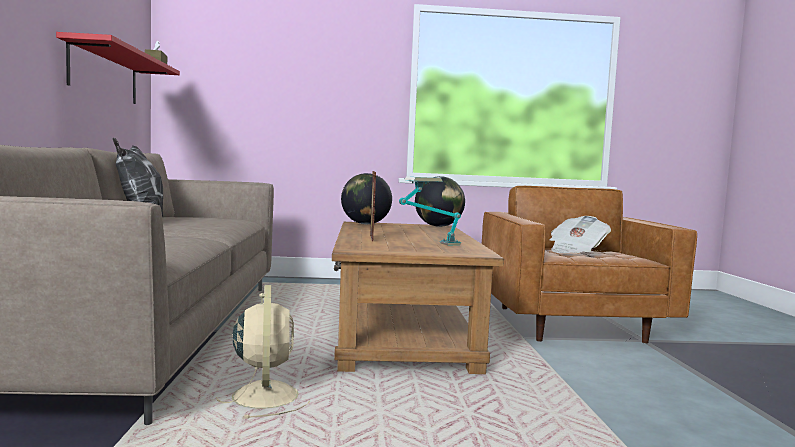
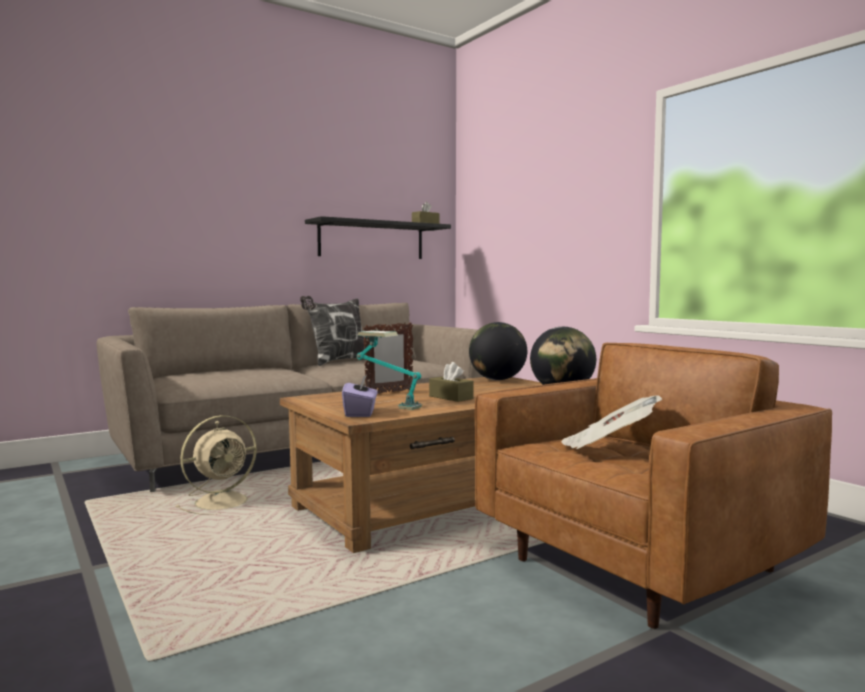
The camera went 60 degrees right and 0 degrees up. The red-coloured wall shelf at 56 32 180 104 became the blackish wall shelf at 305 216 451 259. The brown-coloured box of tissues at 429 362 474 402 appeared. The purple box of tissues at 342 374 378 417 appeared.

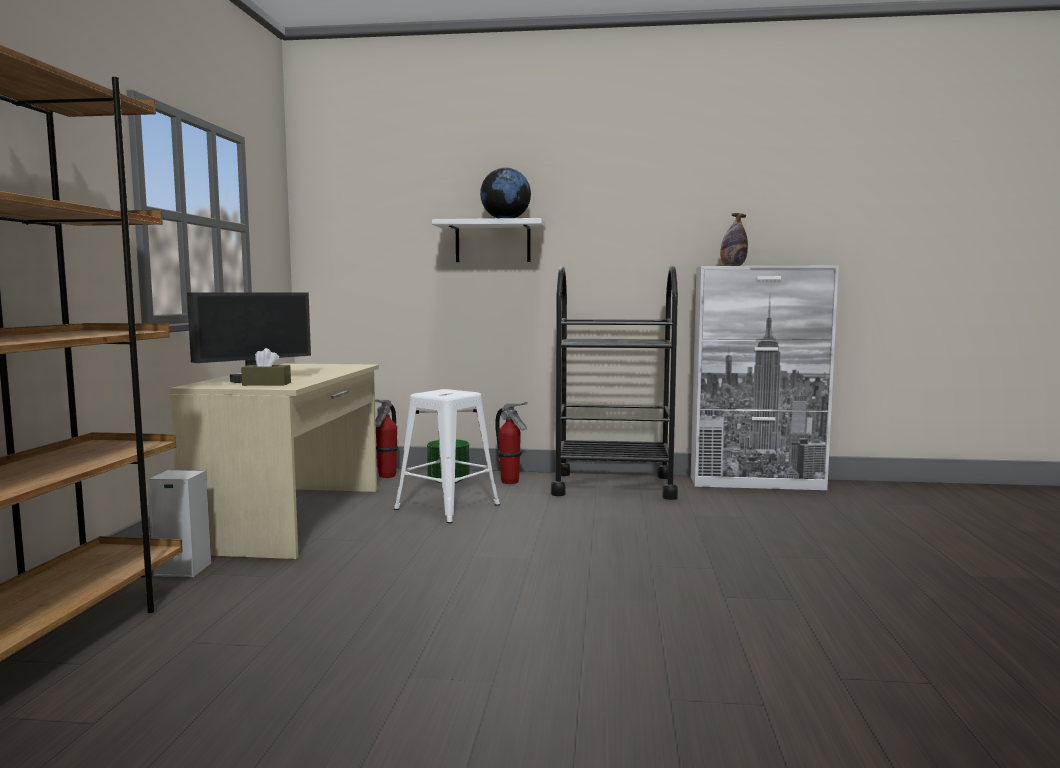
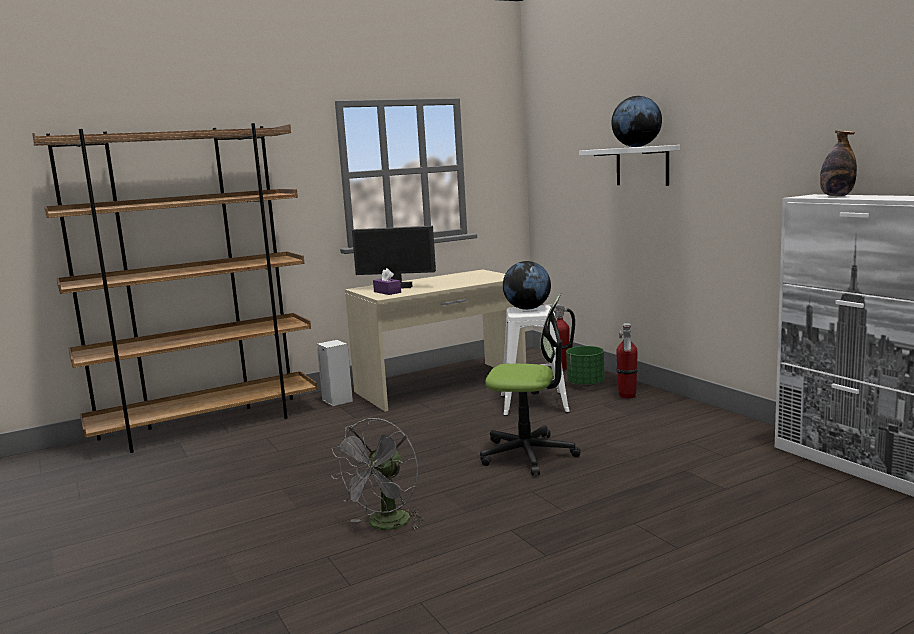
The camera went 55 degrees right and 5 degrees up. The blackish trolley at 551 266 678 500 disappeared. The brown-coloured box of tissues at 241 348 291 386 became the purple box of tissues at 373 268 401 295. The desk globe at 503 261 551 310 appeared. The office chair at 480 293 581 476 appeared. The gray electric fan at 331 418 425 530 appeared.

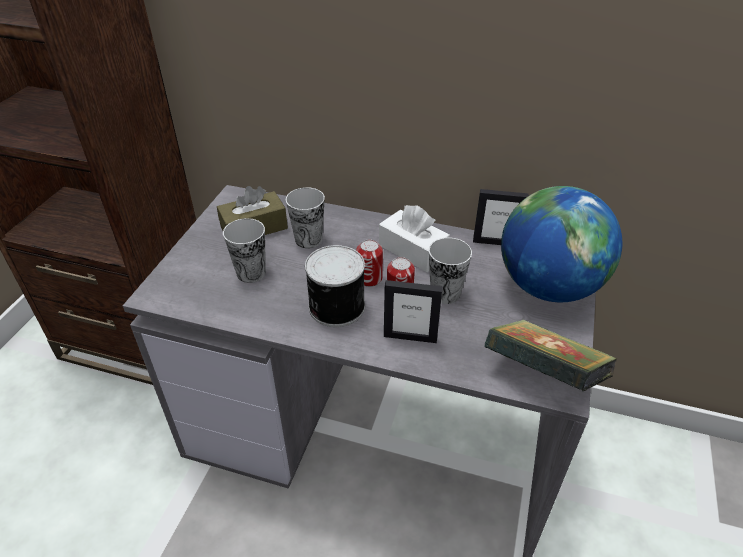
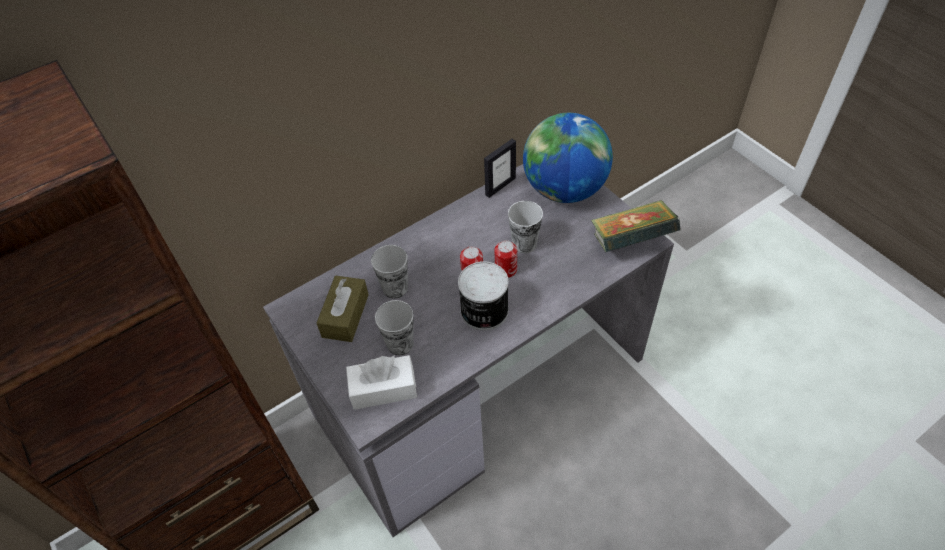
The camera went 50 degrees left and 10 degrees up. The white-coloured box of tissues moved from 379 205 450 272 to 346 355 417 410. The photo frame at 384 280 442 343 disappeared.

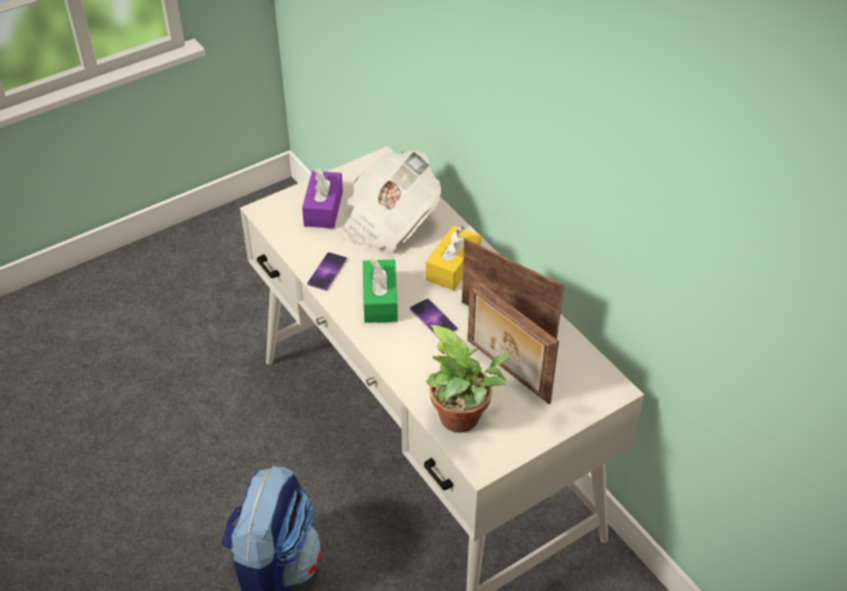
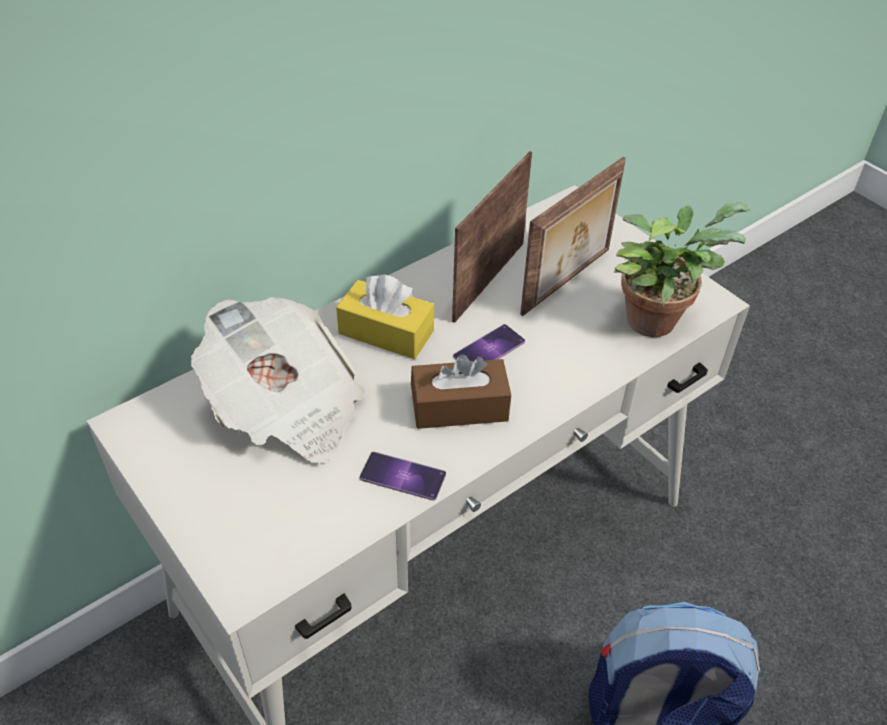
The camera went 95 degrees left and 0 degrees up. The purple box of tissues at 302 168 343 228 disappeared. The green box of tissues at 363 259 398 323 became the brown-coloured box of tissues at 411 354 511 429.

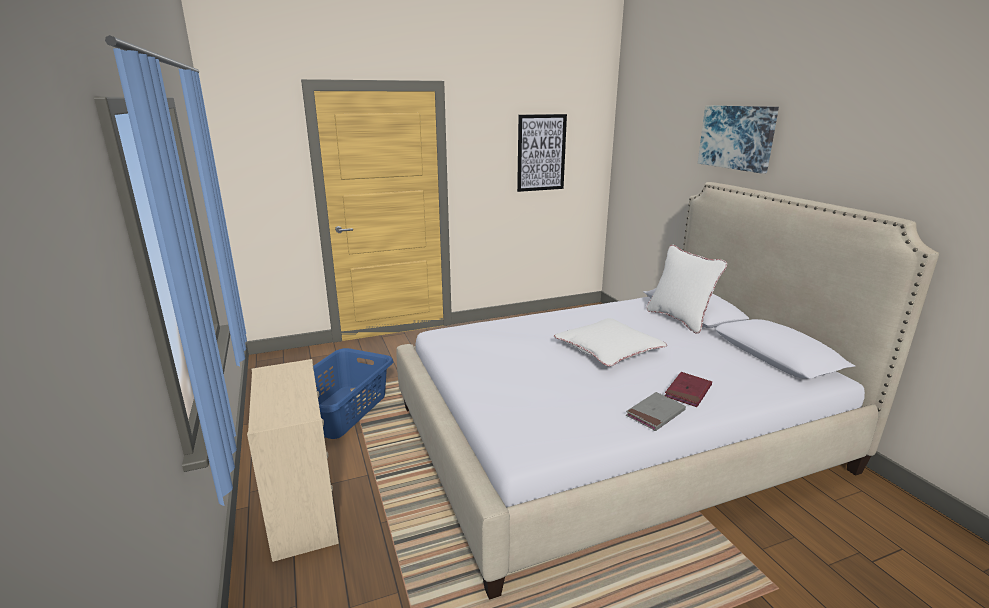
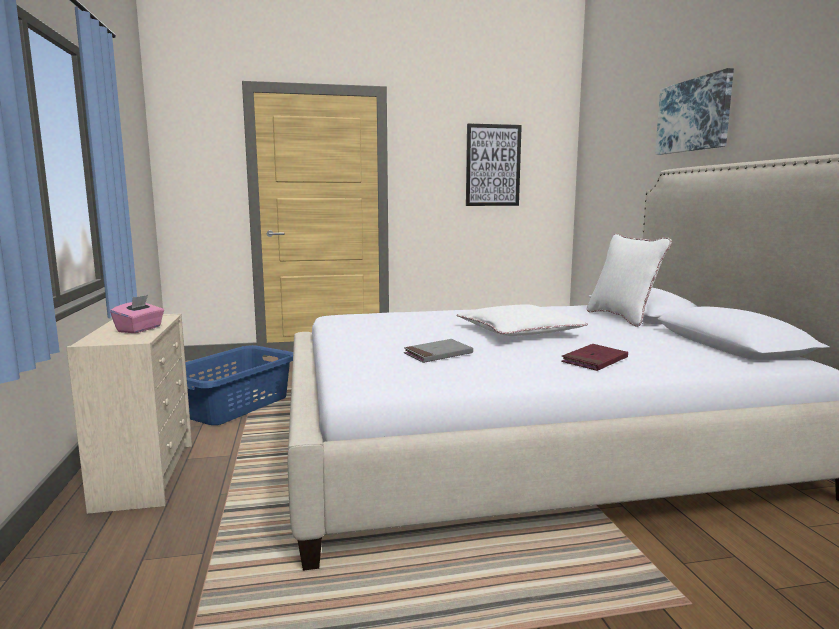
The camera went 10 degrees right and 10 degrees down. The gray bound book moved from 626 392 686 431 to 404 339 473 363. The pink-coloured box of tissues at 110 295 164 333 appeared.

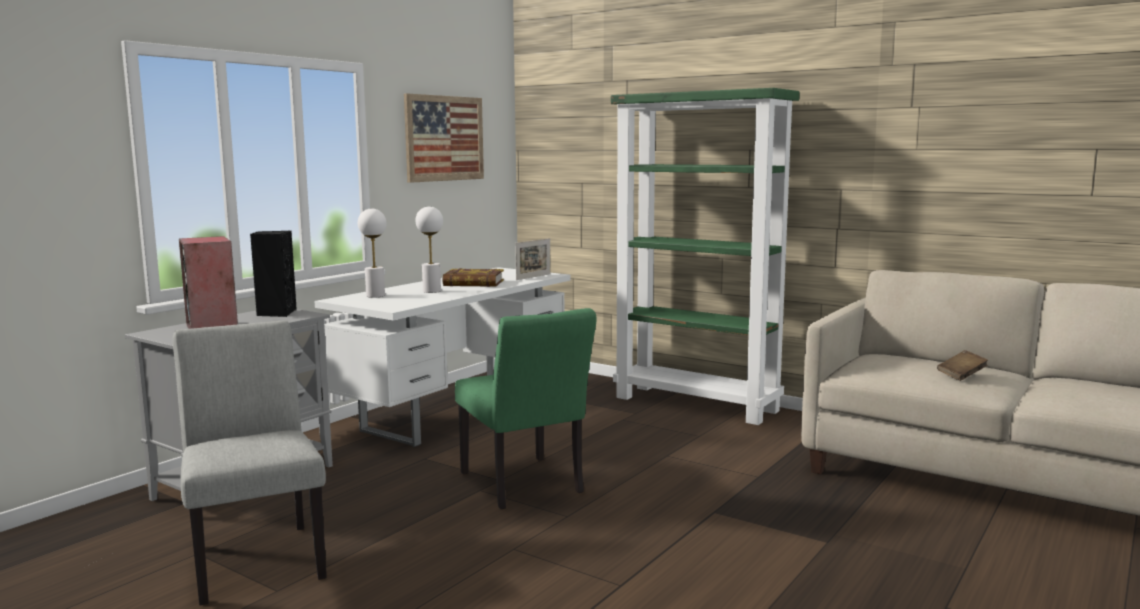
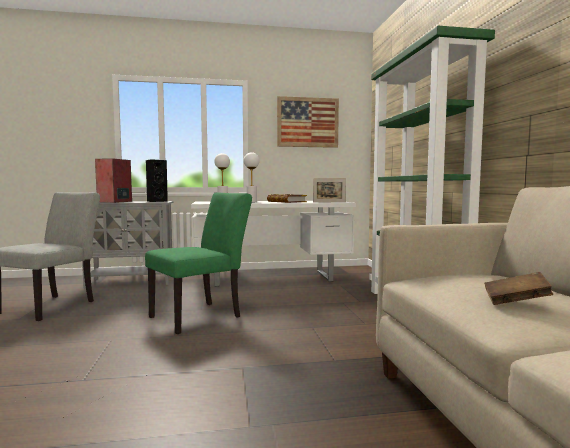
The camera went 45 degrees right and 5 degrees down. The green plain chair at 455 308 597 509 turned 150 degrees counterclockwise.

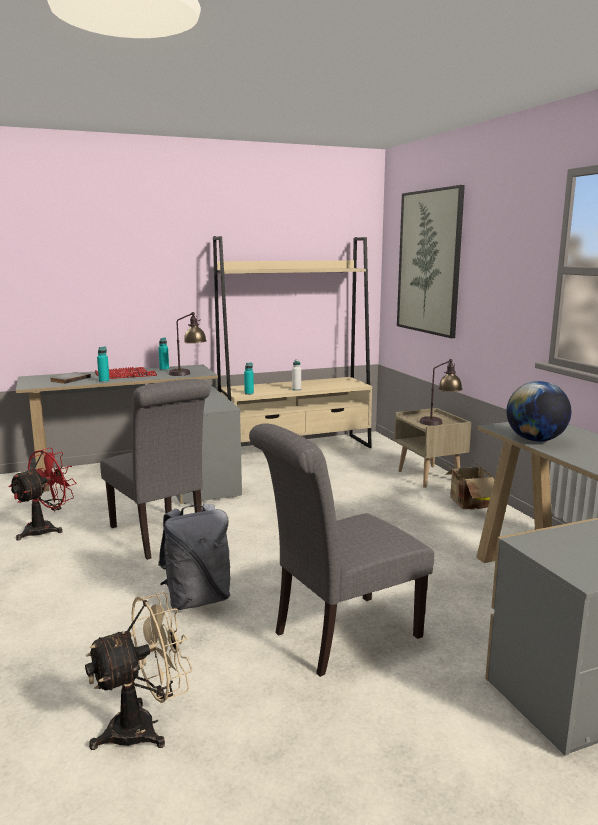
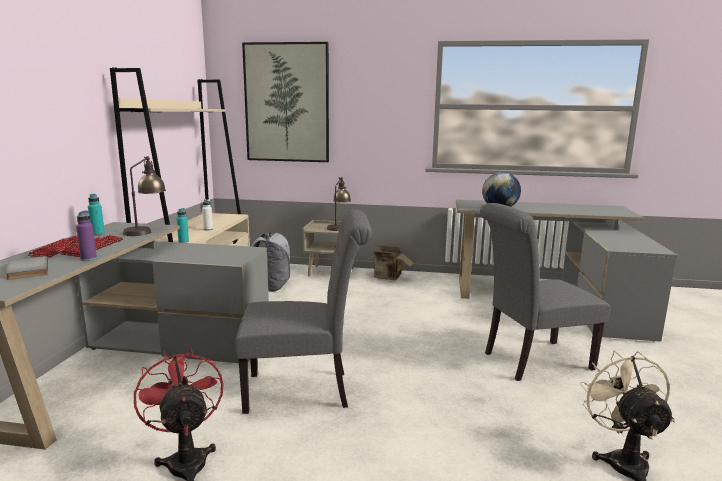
The camera went 60 degrees left and 0 degrees up. The blue-green drink bottle at 97 347 110 382 became the purple drink bottle at 76 210 97 261. The gray plain chair at 249 423 434 677 turned 75 degrees clockwise. The gray knapsack moved from 158 503 231 610 to 251 232 290 292.

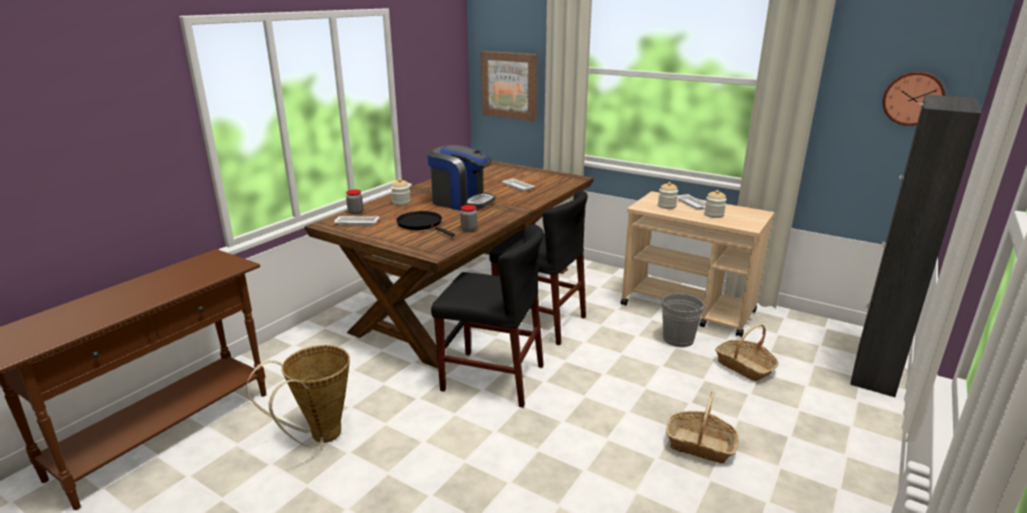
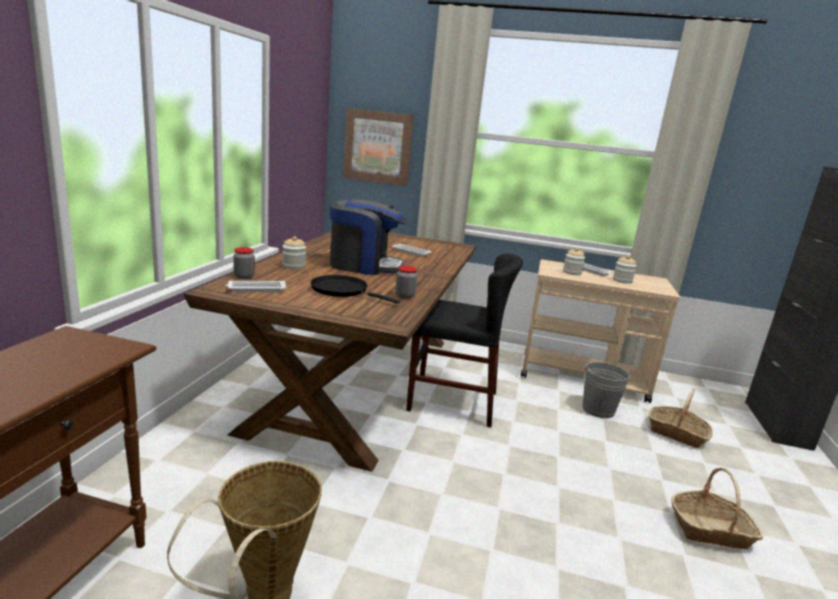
The camera went 20 degrees left and 5 degrees down. The wall clock at 883 72 945 126 disappeared. The blackish plain chair at 431 224 544 408 disappeared.

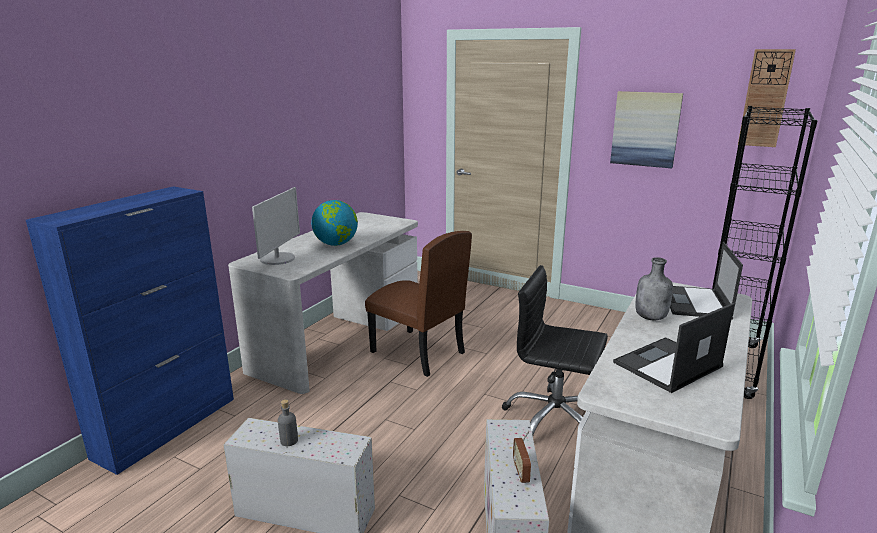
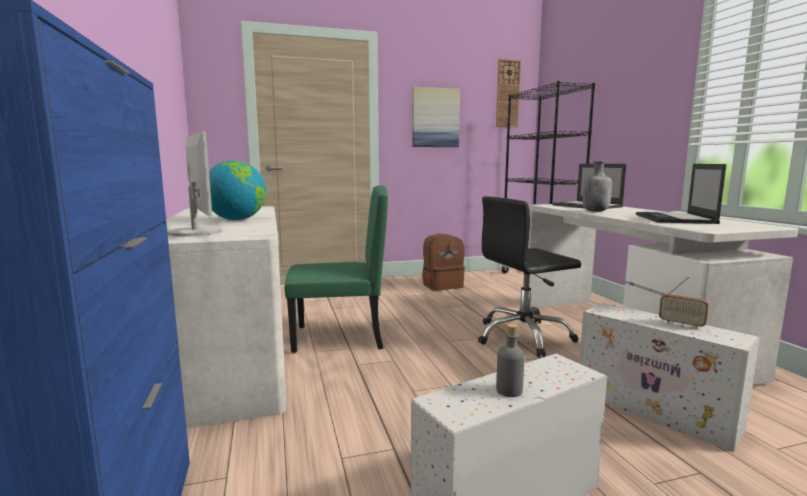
The camera went 45 degrees left and 10 degrees down. The brown-coloured plain chair at 365 231 472 377 became the green plain chair at 284 185 388 353. The brown-coloured knapsack at 422 233 465 291 appeared.

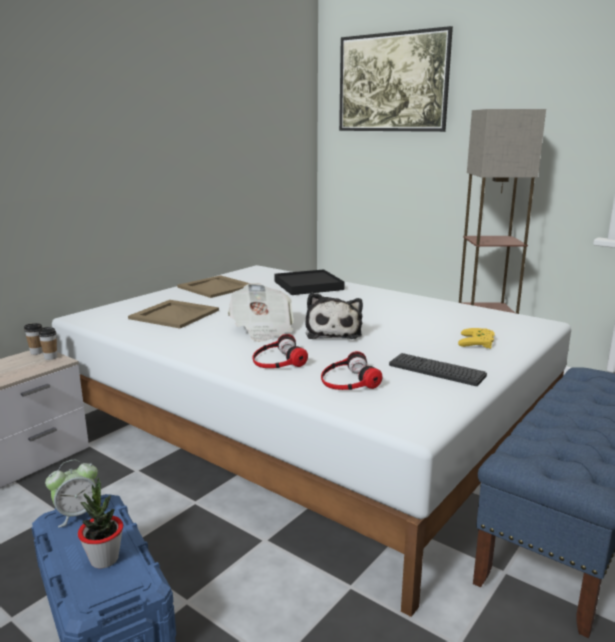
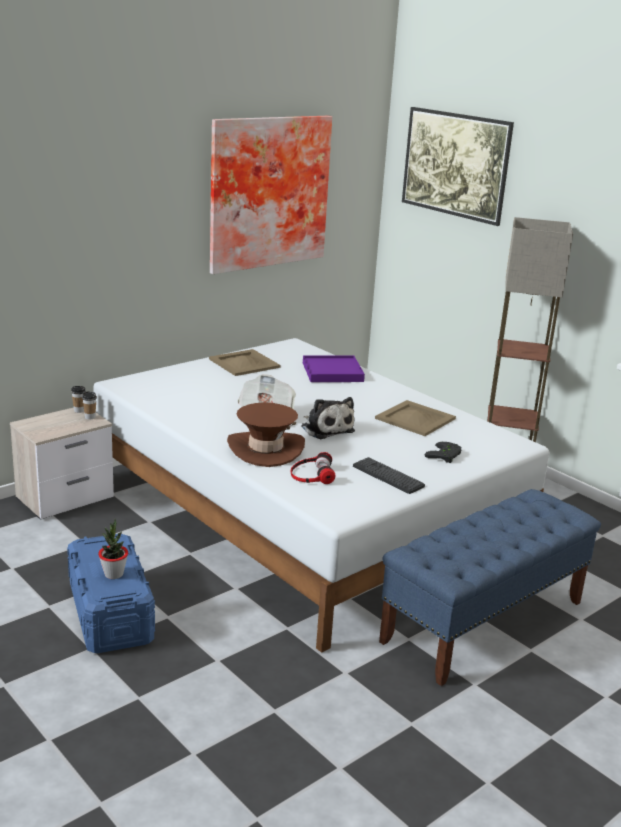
The camera went 10 degrees right and 5 degrees up. The blackish carrying tray at 274 269 345 295 became the purple carrying tray at 303 355 365 382. The soft toy at 305 293 363 339 turned 45 degrees counterclockwise. The beige carrying tray moved from 128 300 219 329 to 375 400 456 436. The yellow game controller at 458 328 495 349 became the blackish game controller at 425 442 461 463. The headphones at 253 334 308 368 was replaced by the brown-coloured hat at 227 403 305 467. The table clock at 45 460 98 528 disappeared. The picture at 210 116 332 274 appeared.

